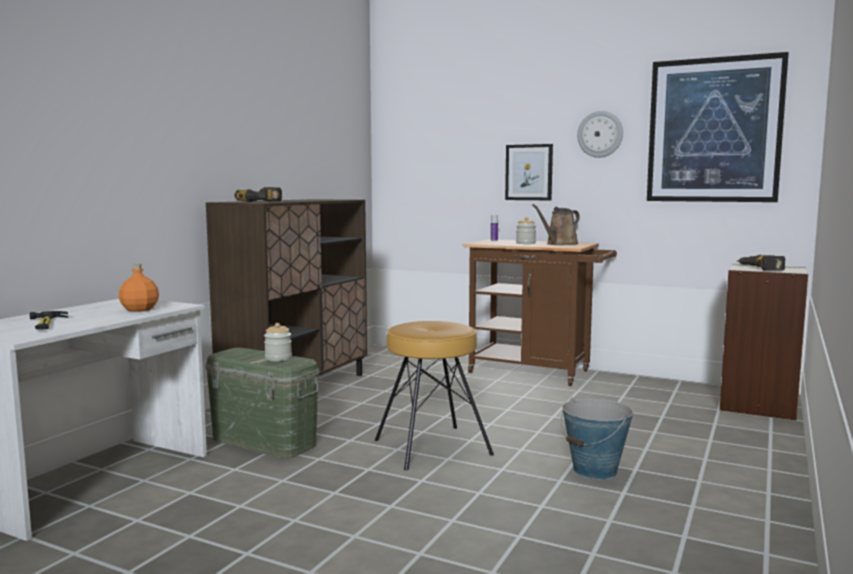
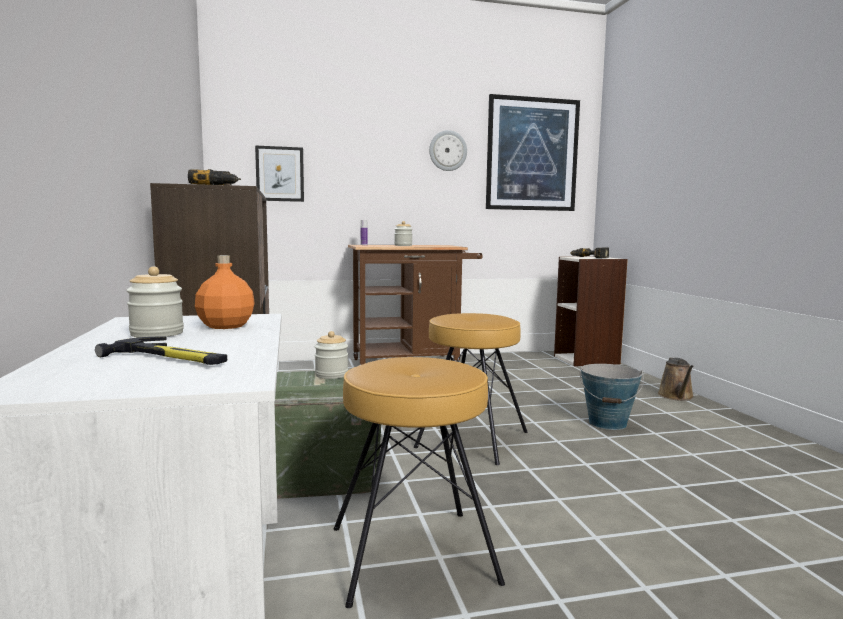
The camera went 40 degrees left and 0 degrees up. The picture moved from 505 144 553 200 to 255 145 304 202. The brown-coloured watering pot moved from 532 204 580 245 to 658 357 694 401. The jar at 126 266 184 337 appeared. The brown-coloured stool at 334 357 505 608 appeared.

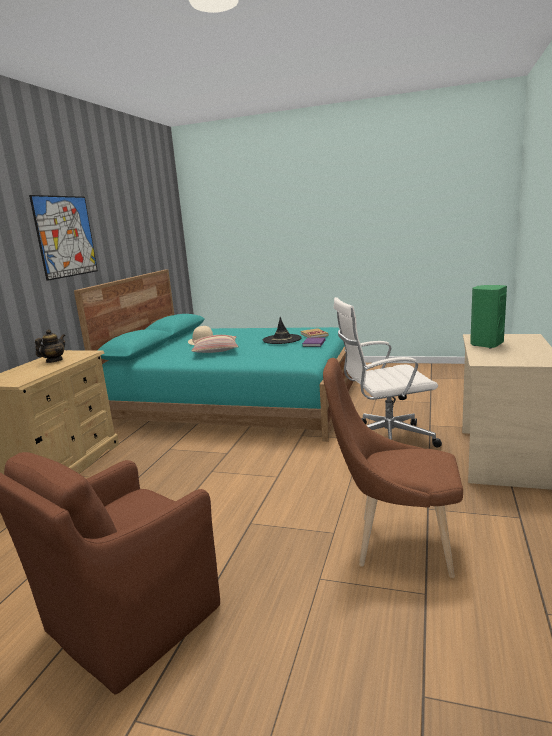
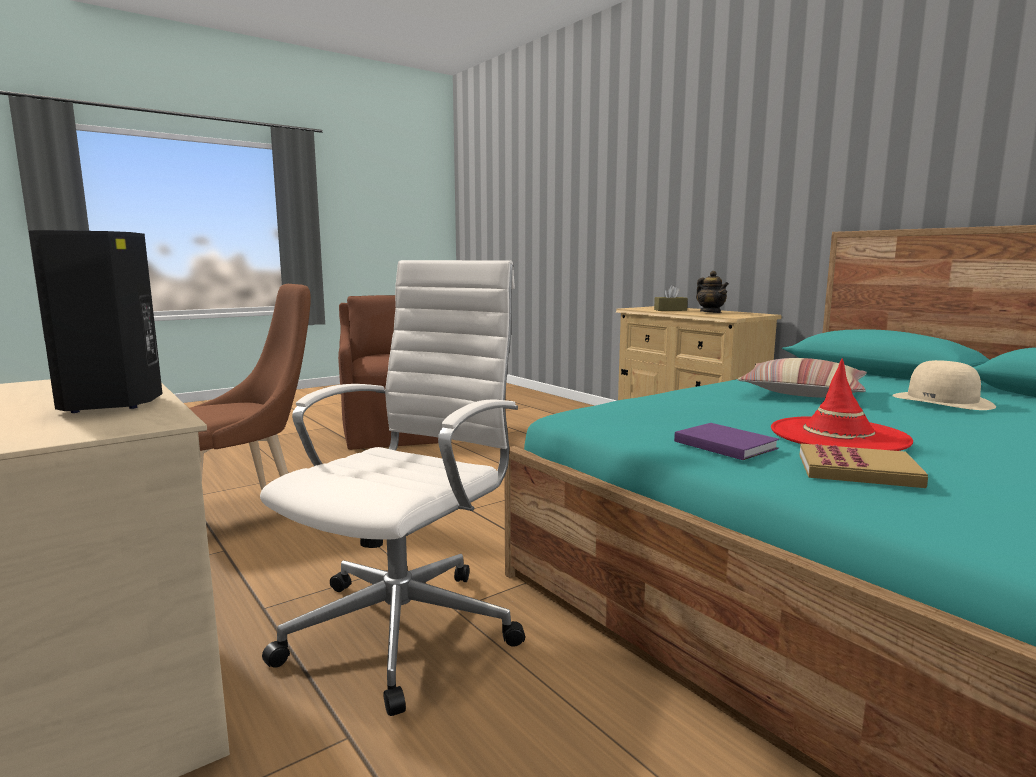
The camera went 125 degrees right and 5 degrees down. The picture at 29 195 98 281 disappeared. The green speaker at 470 285 507 348 became the blackish speaker at 29 230 163 413. The blackish hat at 263 317 302 344 became the red-coloured hat at 771 359 913 451. The brown-coloured box of tissues at 654 285 688 311 appeared.

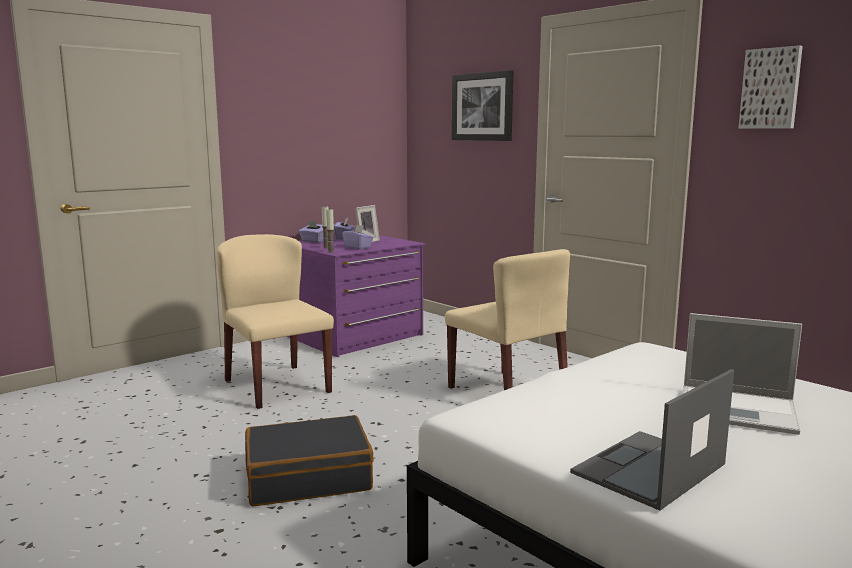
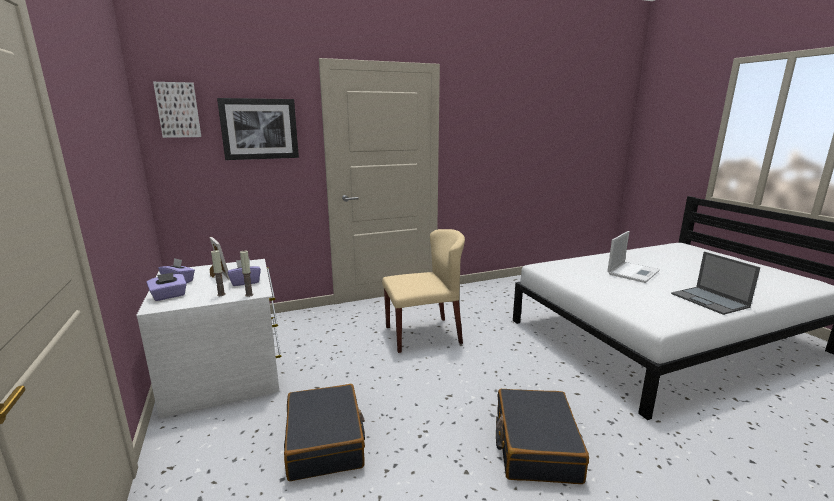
The camera went 70 degrees left and 5 degrees up. The picture moved from 738 45 803 129 to 153 82 201 138. The beige plain chair at 217 234 334 409 was replaced by the blackish suitcase at 284 384 365 481. The purple drawer chest at 287 235 425 357 became the white-coloured drawer chest at 136 259 281 418.

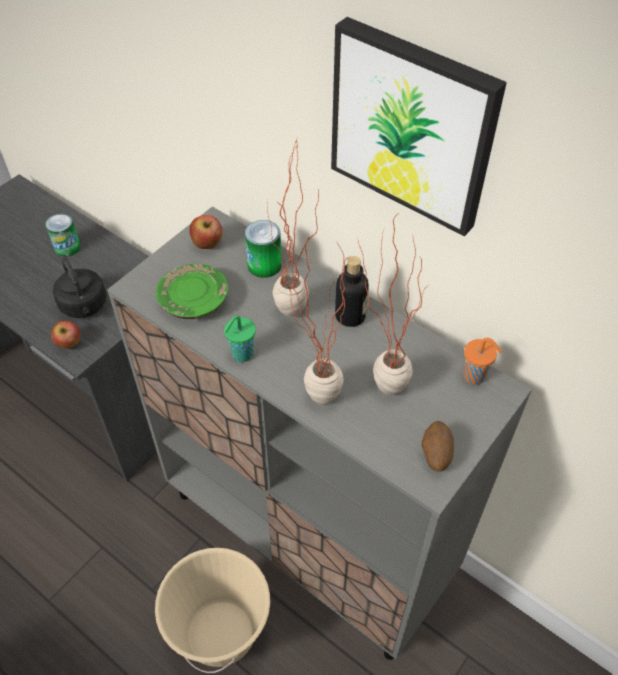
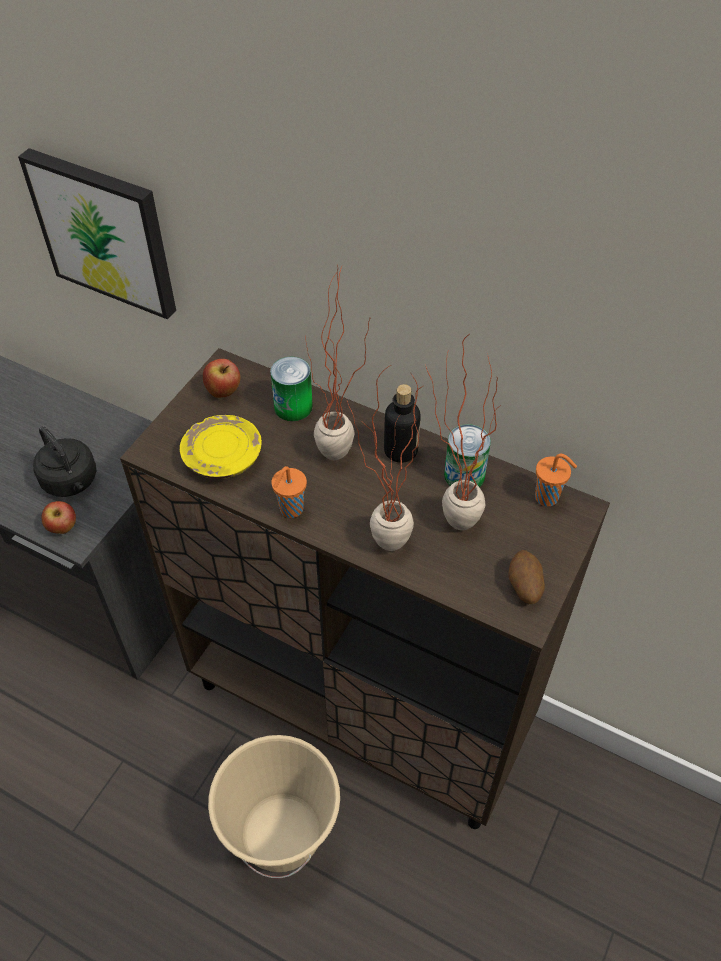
The camera went 10 degrees left and 0 degrees up. The picture moved from 331 17 507 236 to 18 148 176 320. The gray cabinet at 107 207 532 660 became the brown-coloured cabinet at 120 348 610 829. The sealed can moved from 45 213 81 257 to 444 424 491 487. The green plate at 156 264 228 319 became the yellow plate at 180 415 262 479. The green drinking cup at 223 315 256 362 became the orange drinking cup at 271 466 307 518.

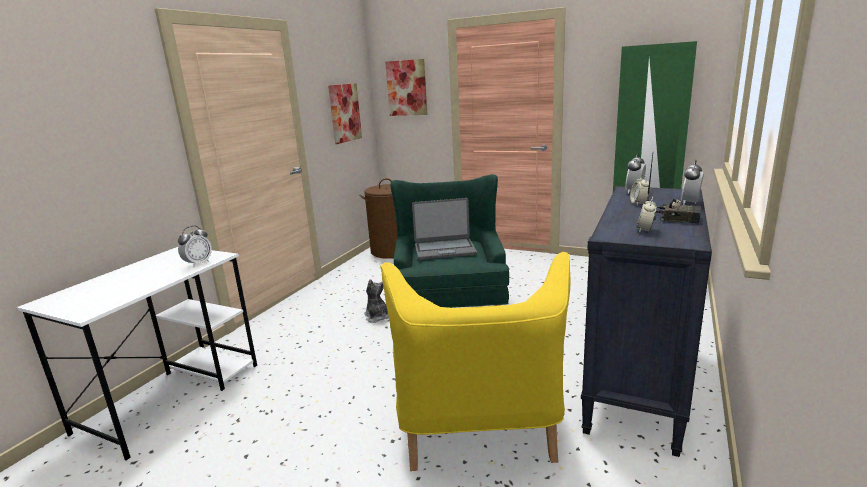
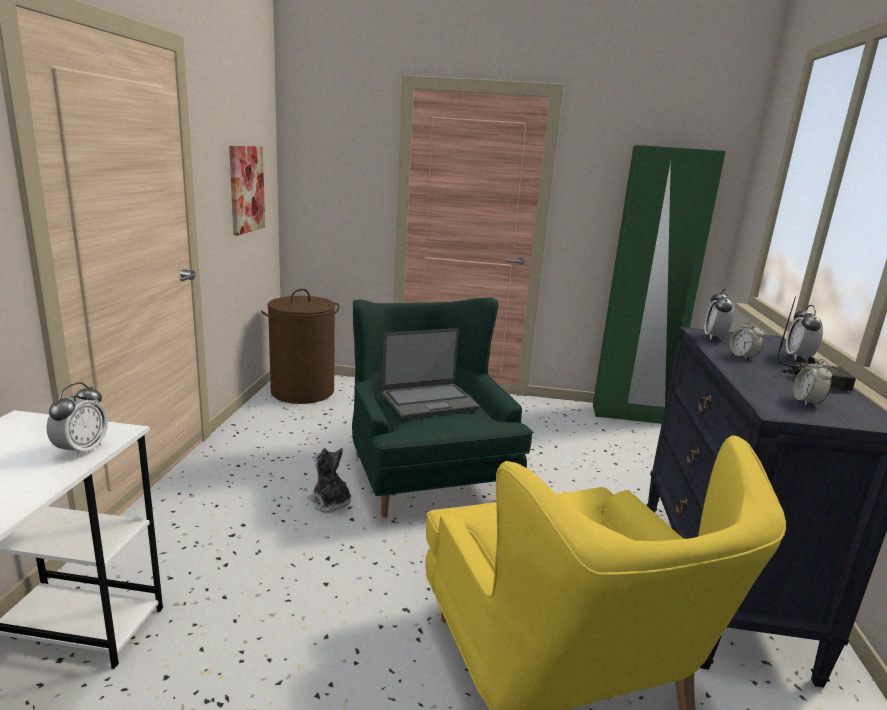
The camera went 20 degrees left and 0 degrees up. The picture at 385 59 427 116 disappeared.

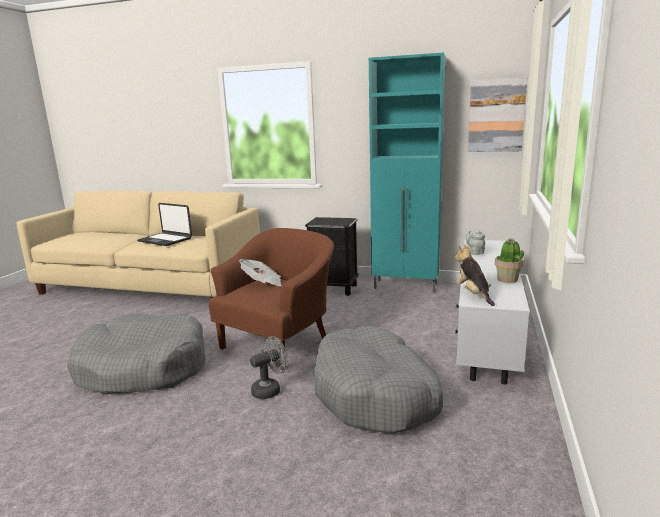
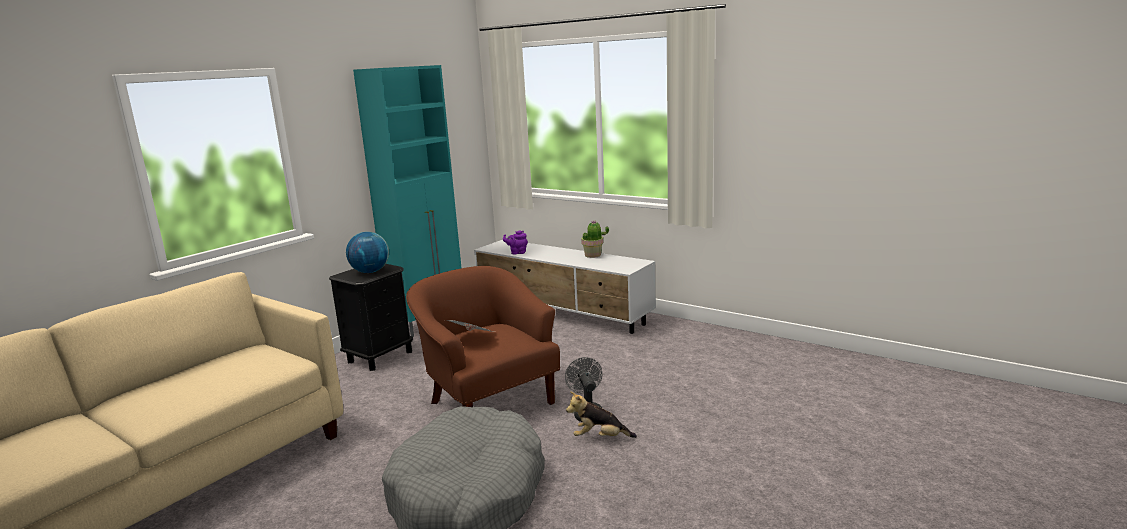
The camera went 70 degrees left and 0 degrees up. The picture at 468 77 527 152 disappeared. The notebook computer at 137 203 192 246 disappeared. The gray tea pot at 466 230 485 255 became the purple tea pot at 503 230 528 255. The soft toy moved from 454 244 495 306 to 566 391 637 438. The gray dog bed at 314 326 443 434 disappeared. The desk globe at 346 232 389 273 appeared.

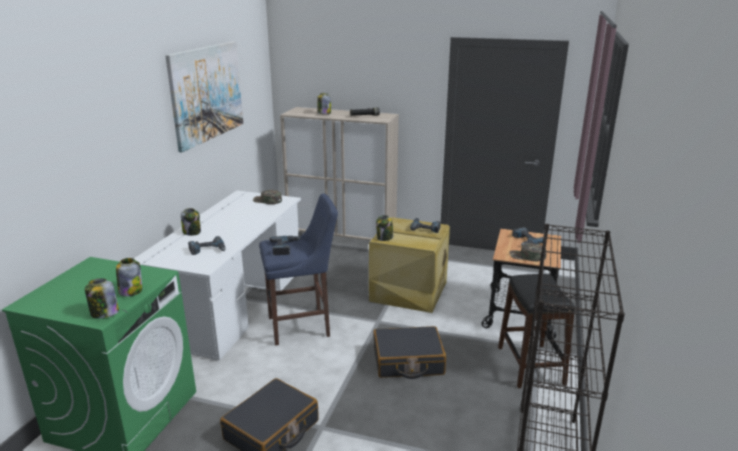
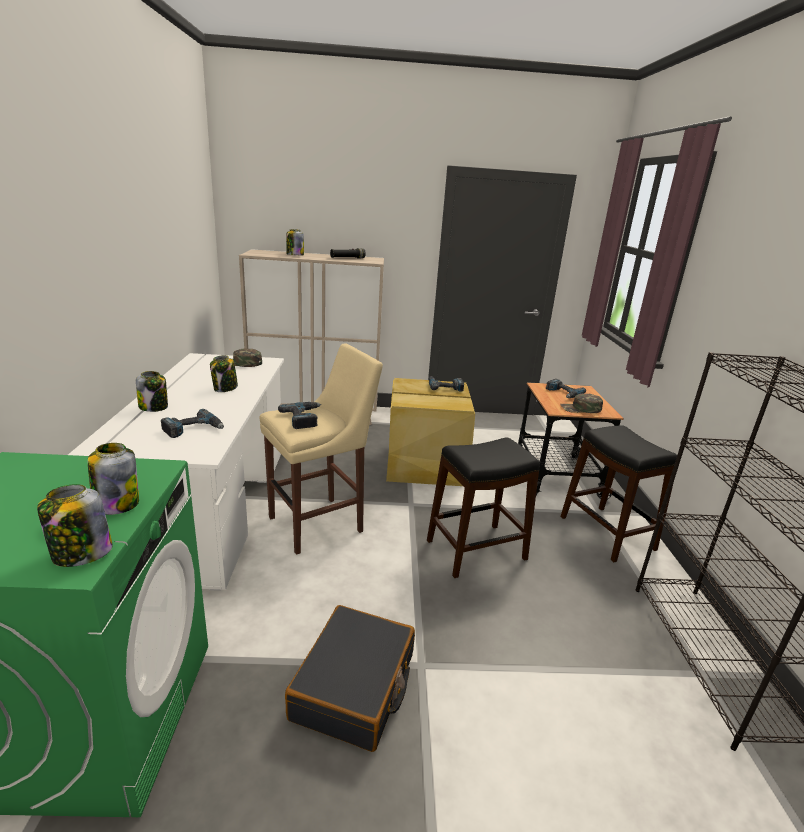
The camera went 20 degrees left and 0 degrees up. The picture at 165 41 243 152 disappeared. The bluish stool at 259 194 338 346 became the beige stool at 260 343 383 555. The jar moved from 376 215 393 241 to 210 355 238 392. The blackish suitcase at 373 326 446 379 was replaced by the blackish stool at 427 437 540 578.

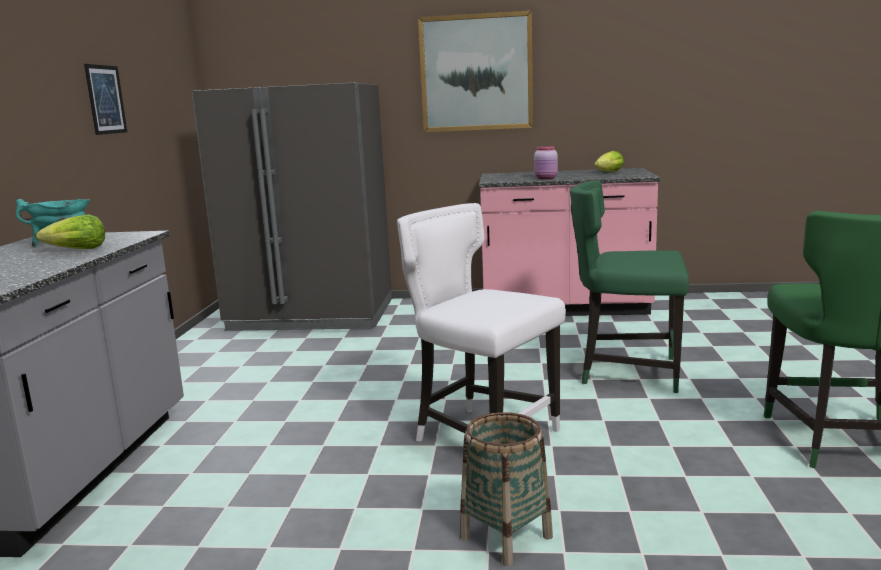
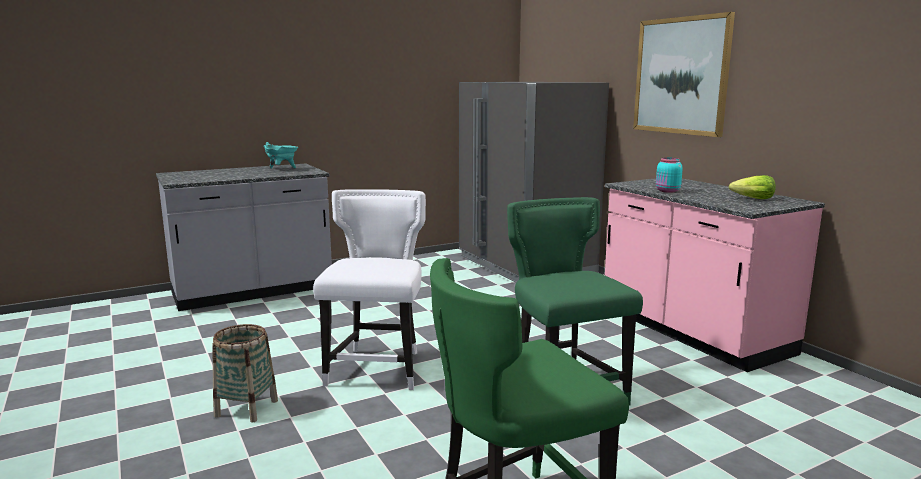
The camera went 55 degrees right and 0 degrees up. The picture at 84 64 127 135 disappeared. The pink-coloured jar at 534 146 558 179 became the blue-green jar at 656 157 683 193. The head of lettuce at 36 214 105 249 disappeared.

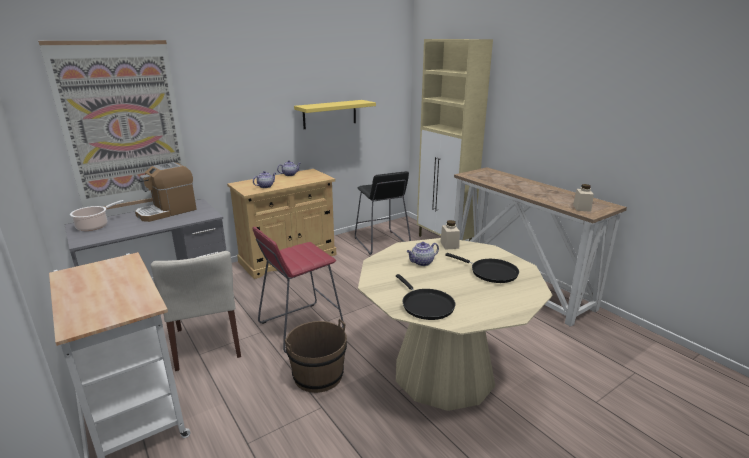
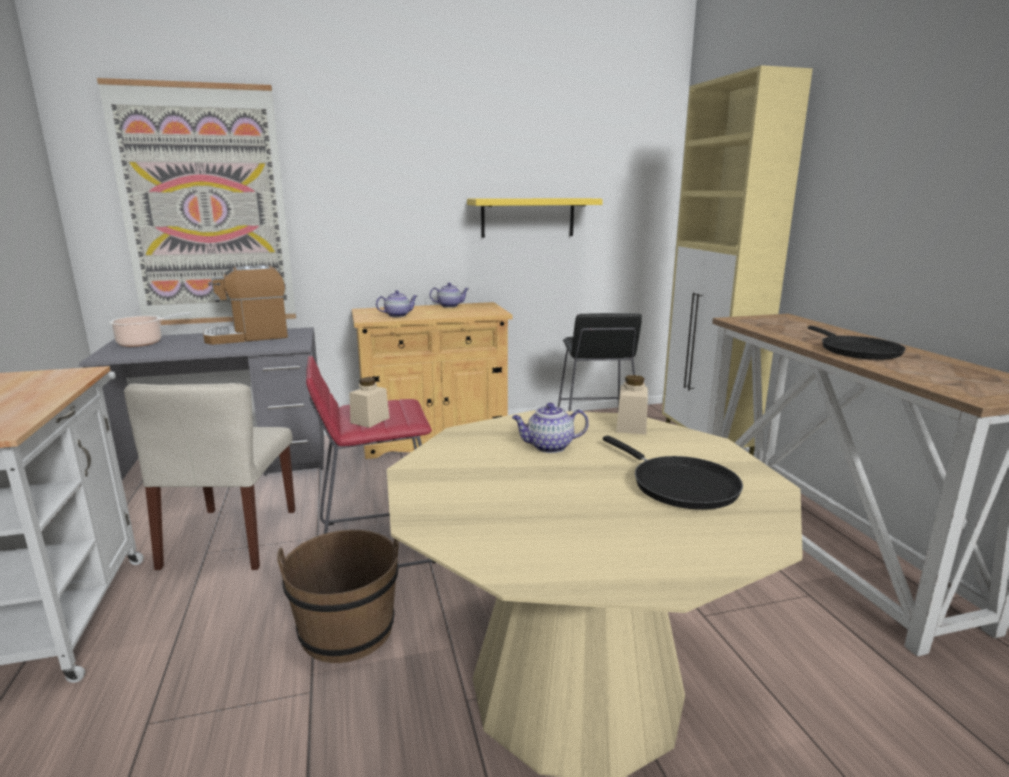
The camera went 20 degrees right and 5 degrees down. The beige jar moved from 573 184 594 212 to 350 377 390 428. The blackish frying pan moved from 396 274 455 320 to 808 326 906 360.

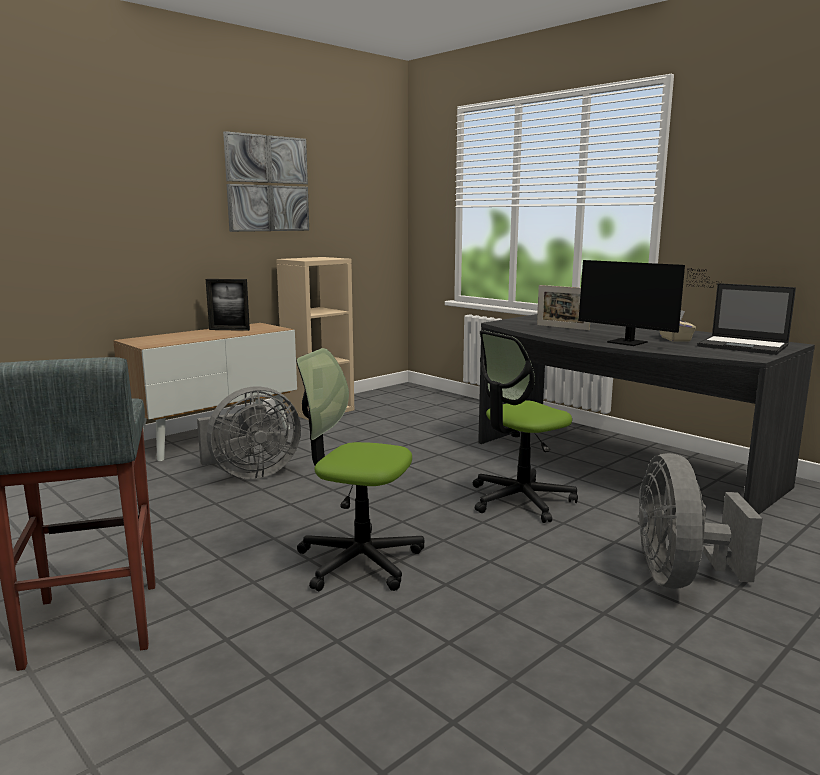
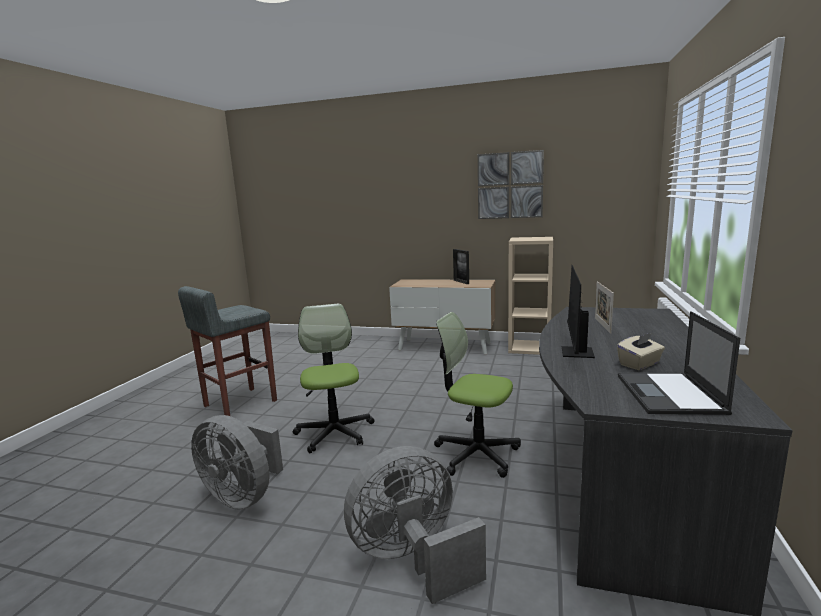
The camera went 60 degrees right and 0 degrees up. The gray electric fan moved from 197 386 301 479 to 191 415 283 510.

